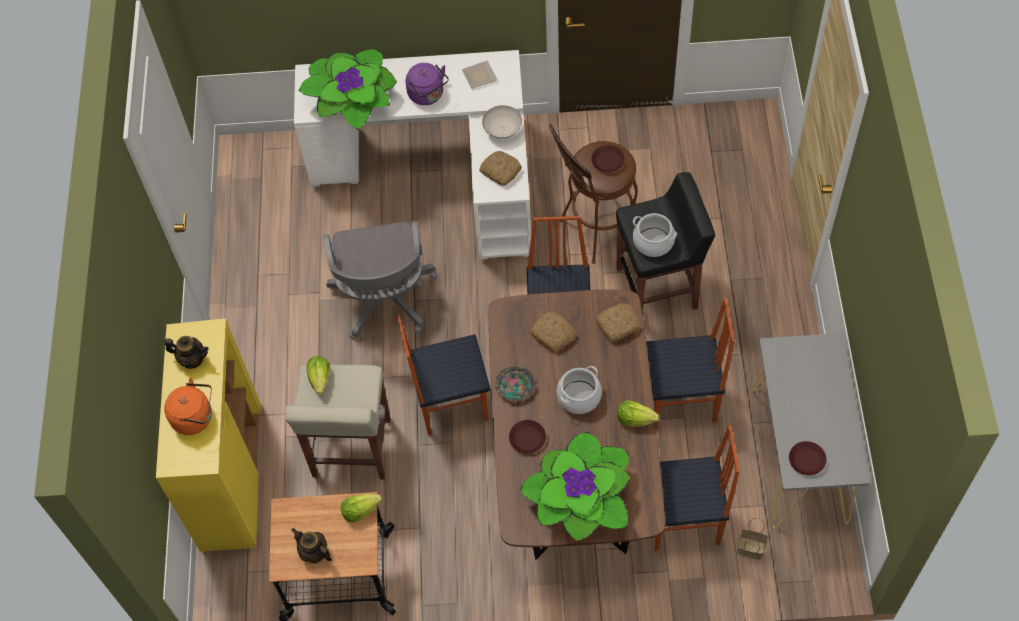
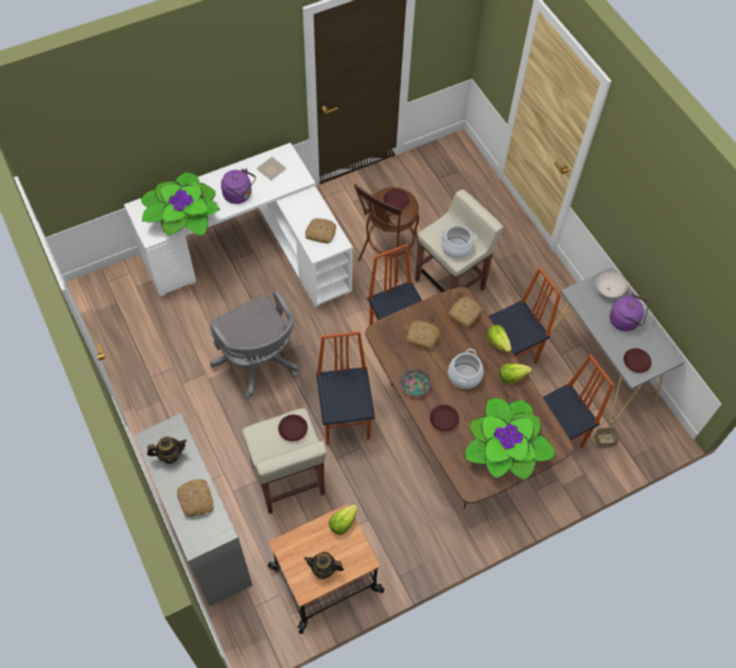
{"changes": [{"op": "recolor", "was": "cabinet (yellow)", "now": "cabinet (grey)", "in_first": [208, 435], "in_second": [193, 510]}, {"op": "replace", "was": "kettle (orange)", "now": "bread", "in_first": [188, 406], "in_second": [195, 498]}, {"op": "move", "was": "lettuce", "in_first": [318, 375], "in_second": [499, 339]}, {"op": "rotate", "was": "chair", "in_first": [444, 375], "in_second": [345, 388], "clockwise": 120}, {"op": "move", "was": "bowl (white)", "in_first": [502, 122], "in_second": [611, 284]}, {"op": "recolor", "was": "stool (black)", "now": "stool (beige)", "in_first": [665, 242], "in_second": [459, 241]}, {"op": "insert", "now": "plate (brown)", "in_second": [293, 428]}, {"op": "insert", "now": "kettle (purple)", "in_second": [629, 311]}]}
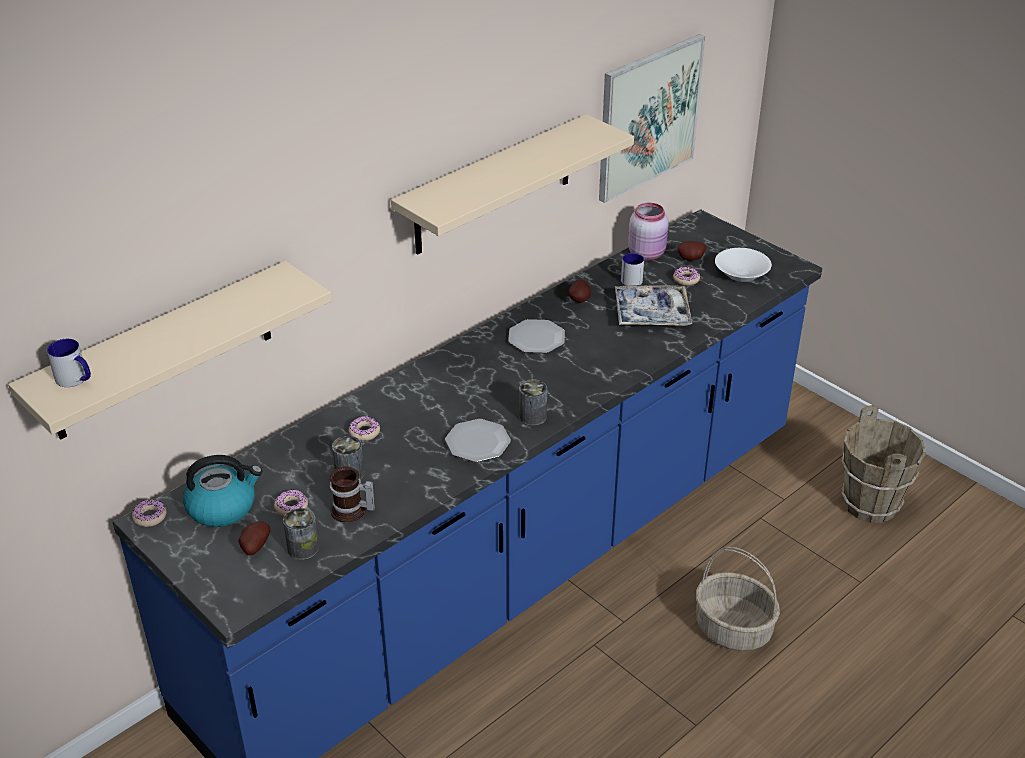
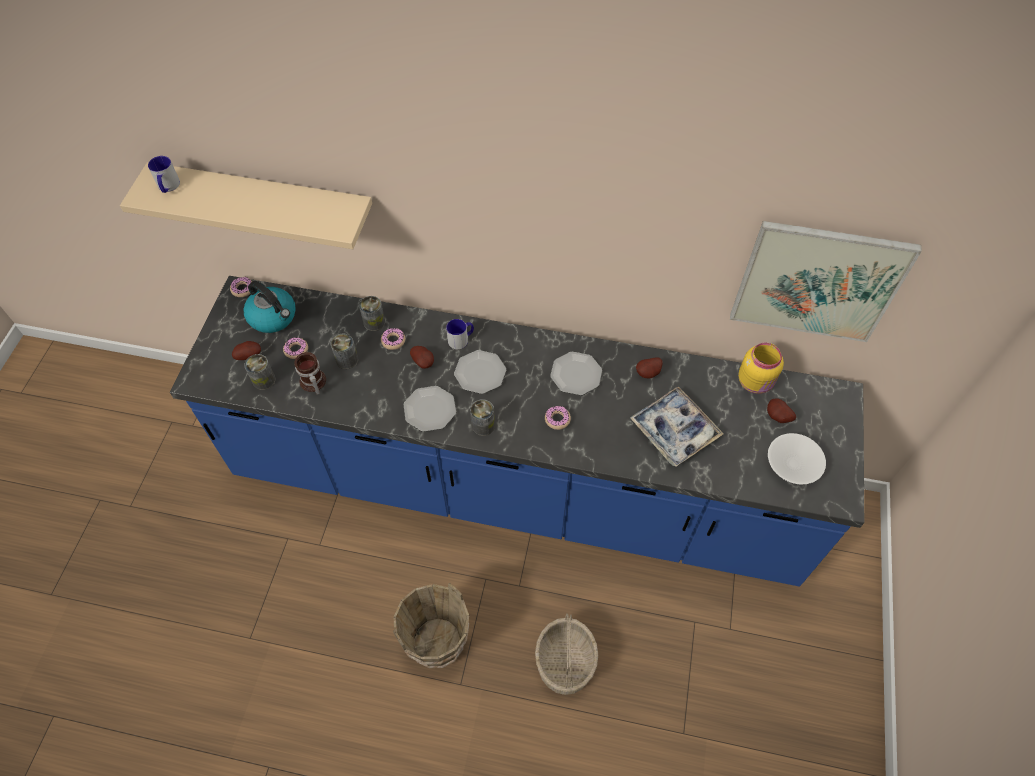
{"changes": [{"op": "delete", "was": "shelf (beige)", "in_first": [512, 184]}, {"op": "move", "was": "mug", "in_first": [632, 269], "in_second": [460, 334]}, {"op": "recolor", "was": "jar (pink)", "now": "jar (yellow)", "in_first": [648, 231], "in_second": [761, 368]}, {"op": "move", "was": "donut", "in_first": [686, 276], "in_second": [558, 418]}, {"op": "move", "was": "bucket (brown)", "in_first": [883, 464], "in_second": [431, 625]}, {"op": "insert", "now": "can", "in_second": [372, 313]}, {"op": "insert", "now": "potato", "in_second": [422, 357]}, {"op": "insert", "now": "plate", "in_second": [480, 372]}]}
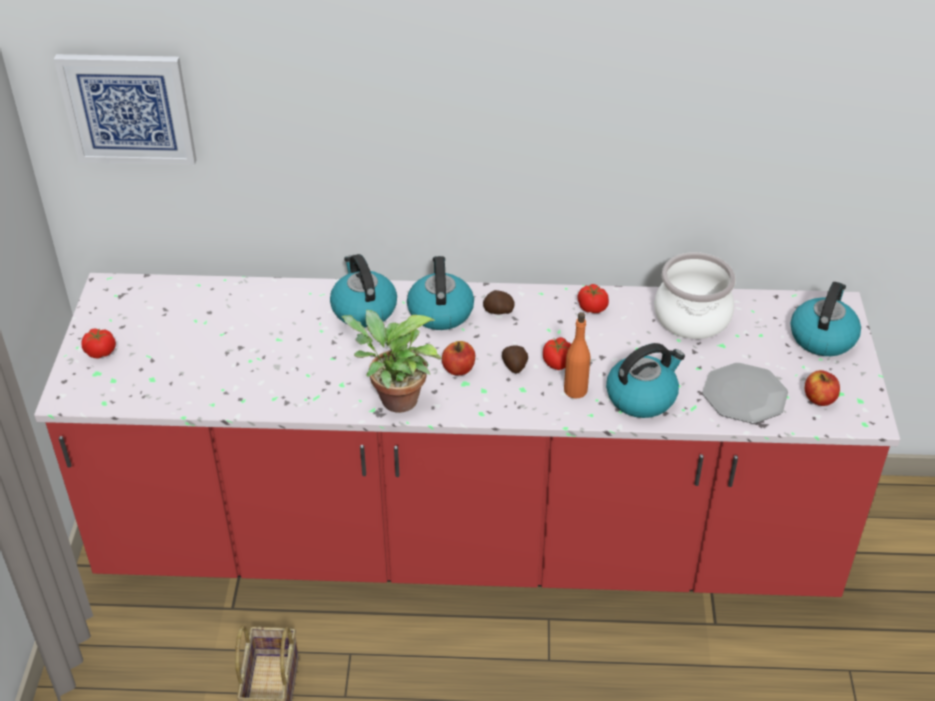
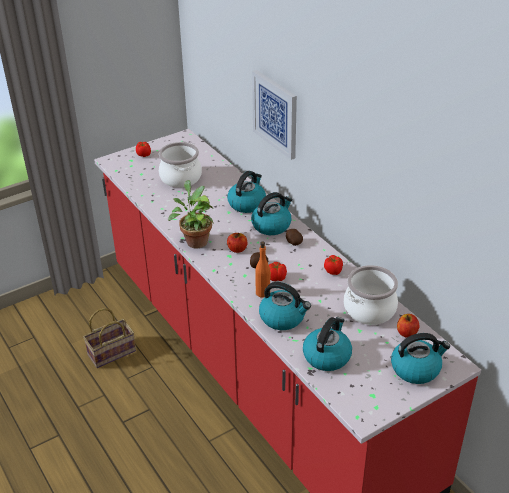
{"changes": [{"op": "move", "was": "picture", "in_first": [125, 109], "in_second": [274, 115]}, {"op": "replace", "was": "plate", "now": "kettle", "in_first": [745, 393], "in_second": [327, 344]}, {"op": "move", "was": "apple", "in_first": [822, 388], "in_second": [408, 326]}, {"op": "insert", "now": "cooking pot", "in_second": [180, 165]}]}
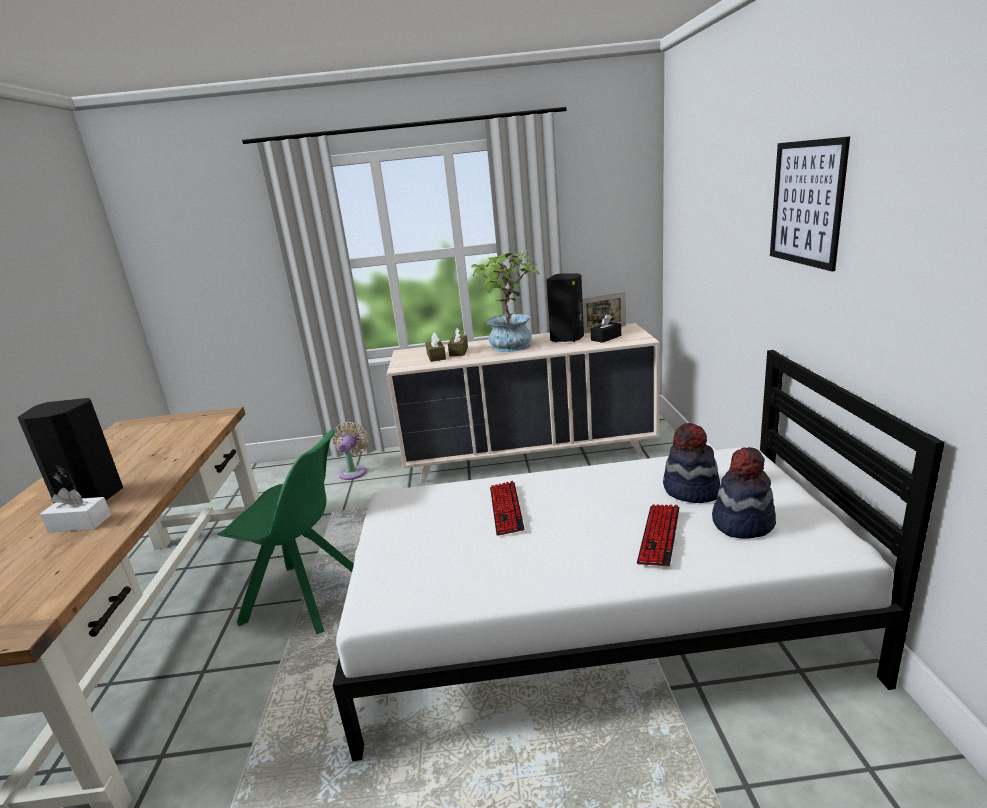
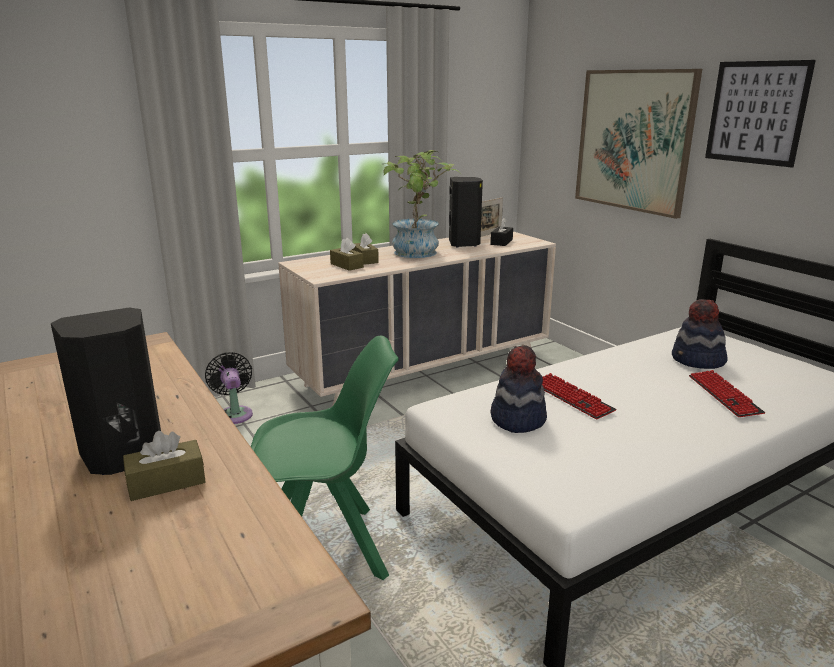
{"changes": [{"op": "recolor", "was": "tissue box (white)", "now": "tissue box (brown)", "in_first": [75, 510], "in_second": [164, 466]}, {"op": "recolor", "was": "fan (beige)", "now": "fan (black)", "in_first": [350, 451], "in_second": [229, 388]}, {"op": "move", "was": "hat", "in_first": [744, 493], "in_second": [518, 389]}, {"op": "insert", "now": "picture", "in_second": [638, 144]}]}
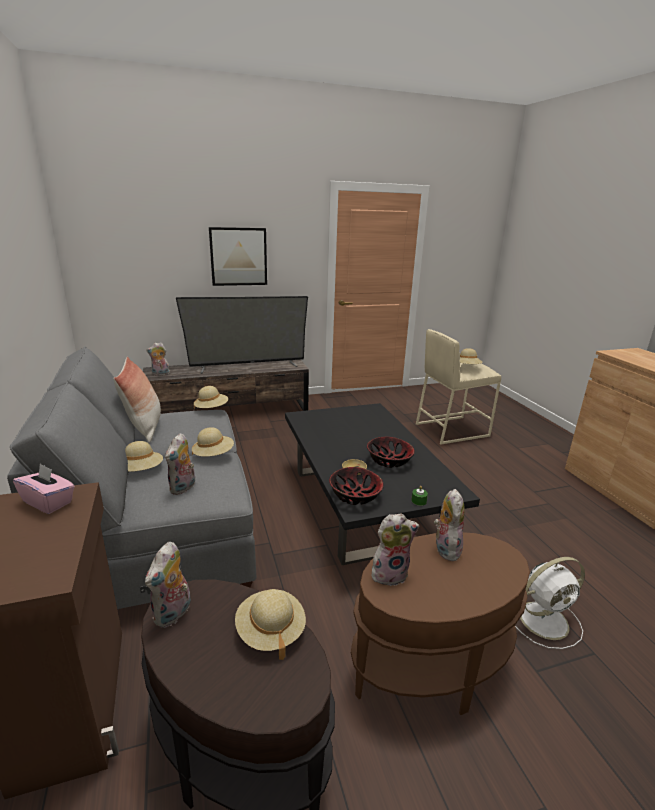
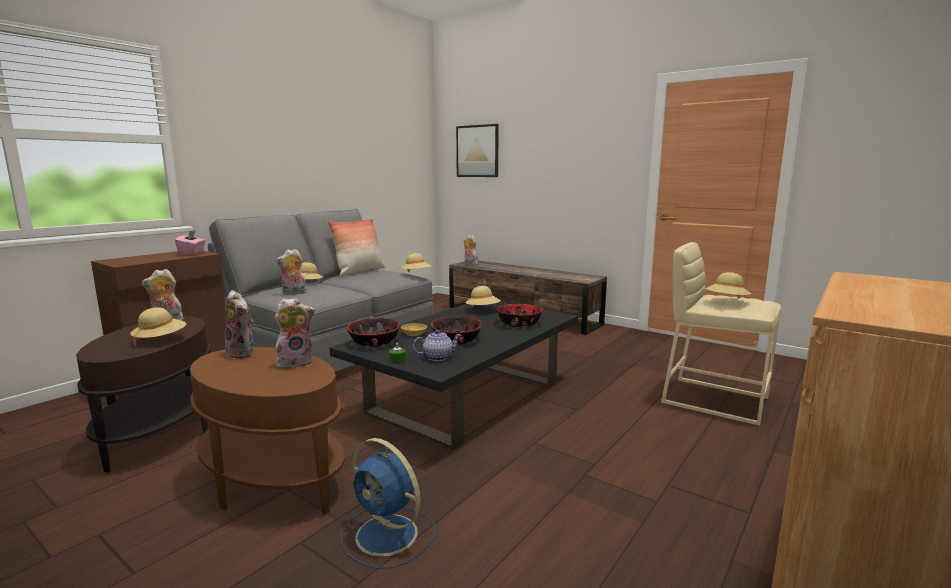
{"changes": [{"op": "delete", "was": "television", "in_first": [242, 335]}, {"op": "move", "was": "hat (beige)", "in_first": [213, 441], "in_second": [483, 296]}, {"op": "move", "was": "picture", "in_first": [238, 256], "in_second": [477, 150]}, {"op": "recolor", "was": "fan (white)", "now": "fan (blue)", "in_first": [550, 603], "in_second": [388, 503]}, {"op": "insert", "now": "teapot", "in_second": [437, 345]}, {"op": "insert", "now": "bowl", "in_second": [520, 315]}]}
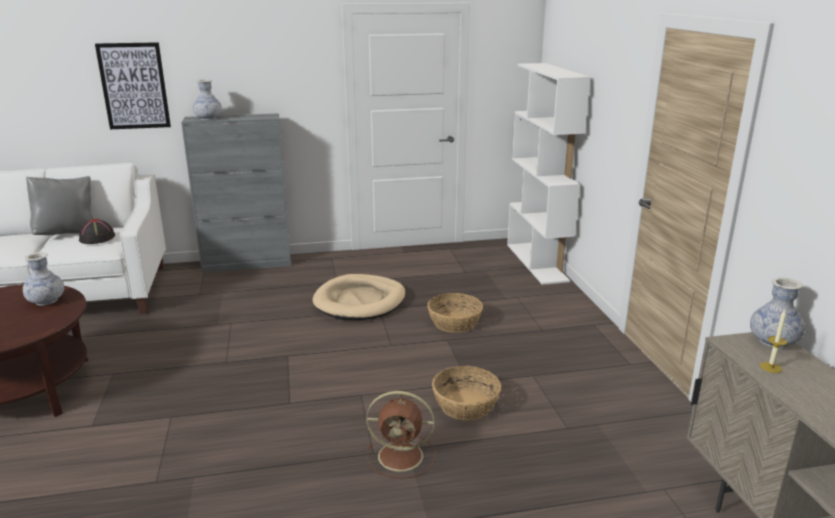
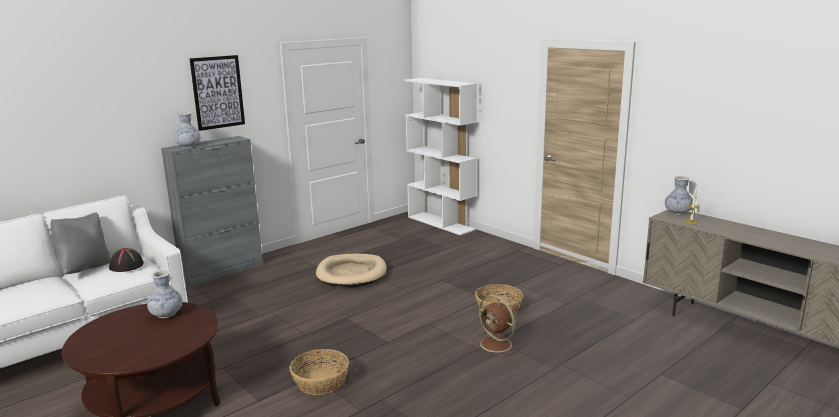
{"changes": [{"op": "move", "was": "picture", "in_first": [133, 85], "in_second": [217, 93]}, {"op": "rotate", "was": "fan (brown)", "in_first": [400, 435], "in_second": [497, 326], "clockwise": 75}, {"op": "move", "was": "basket", "in_first": [455, 313], "in_second": [319, 372]}]}
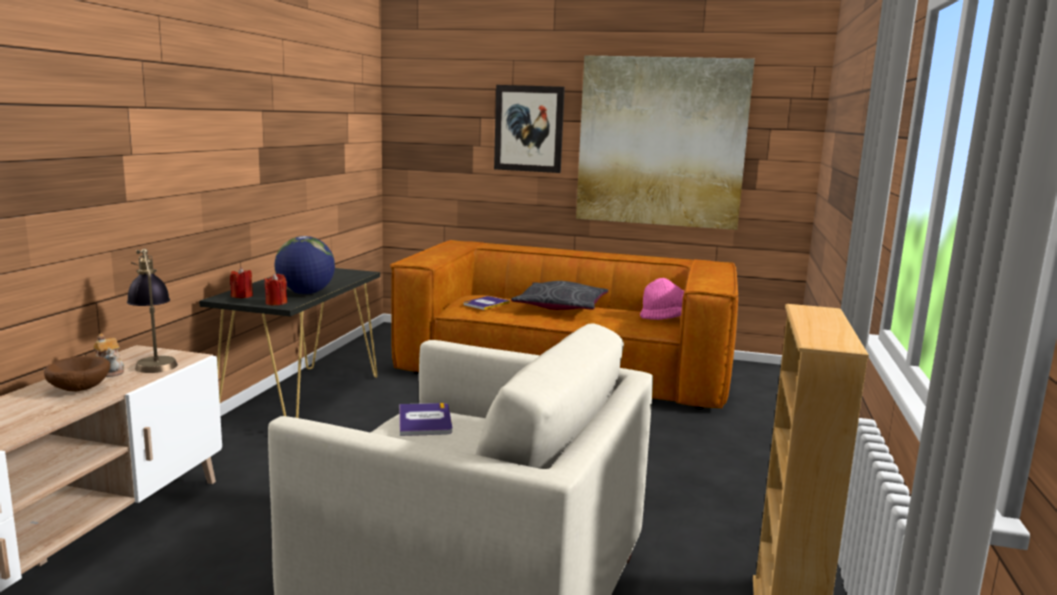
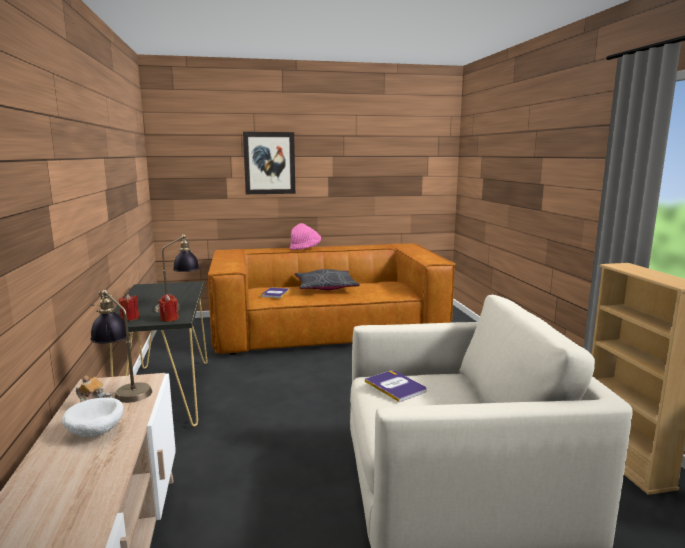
{"changes": [{"op": "recolor", "was": "bowl (brown)", "now": "bowl (white)", "in_first": [77, 374], "in_second": [92, 417]}, {"op": "replace", "was": "globe", "now": "table lamp", "in_first": [304, 265], "in_second": [177, 273]}, {"op": "delete", "was": "picture", "in_first": [665, 142]}, {"op": "move", "was": "hat (pink)", "in_first": [662, 299], "in_second": [305, 236]}]}
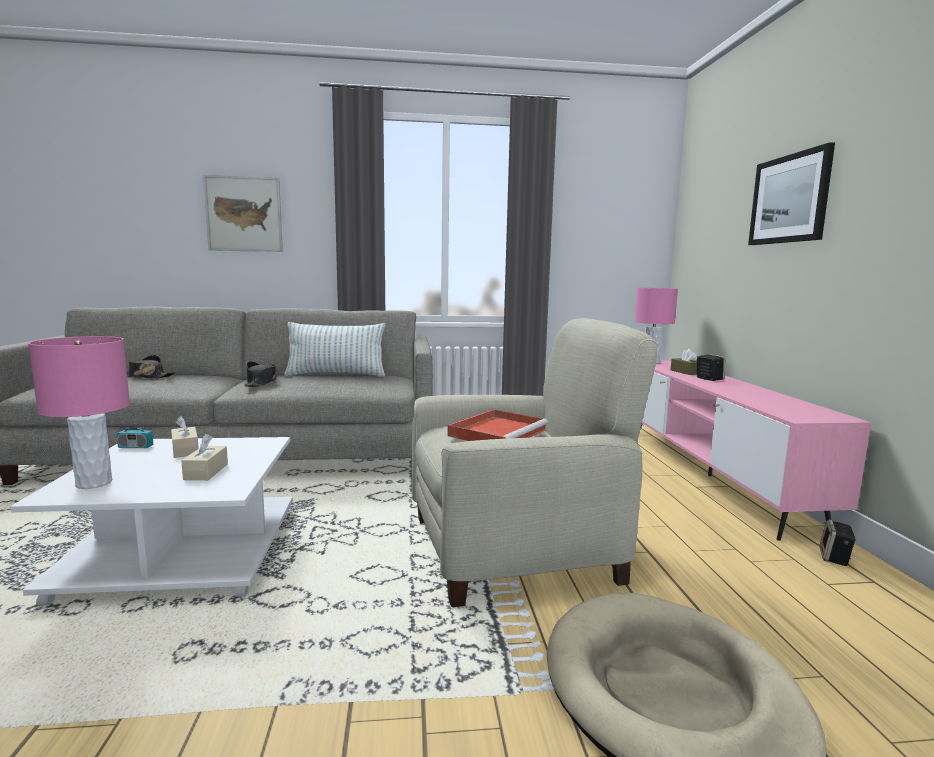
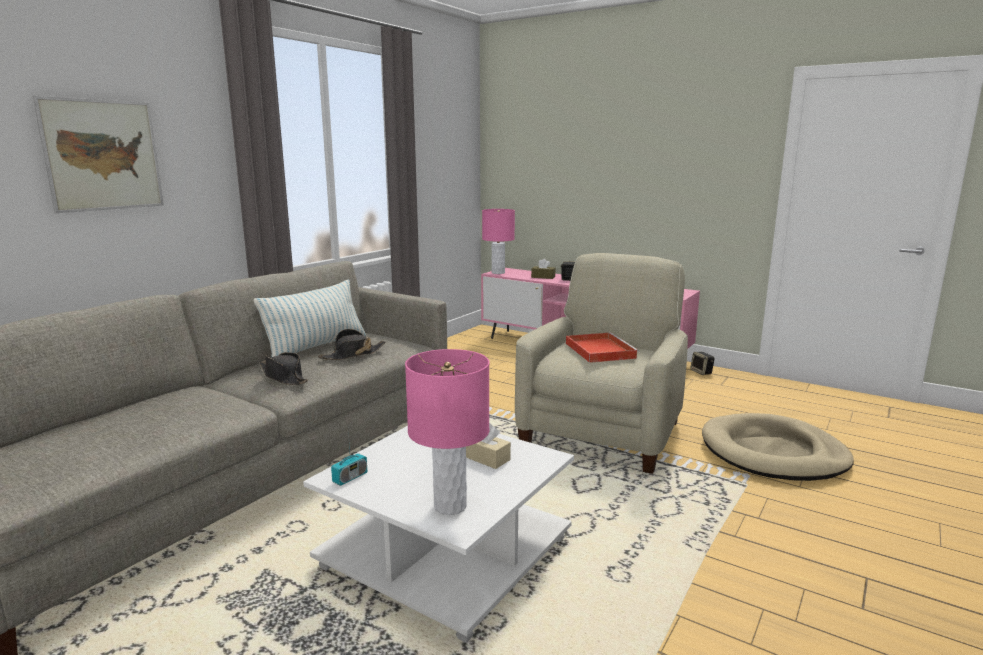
{"changes": [{"op": "move", "was": "hat (black)", "in_first": [151, 367], "in_second": [352, 344]}, {"op": "delete", "was": "tissue box (beige)", "in_first": [185, 437]}, {"op": "delete", "was": "picture", "in_first": [791, 193]}]}
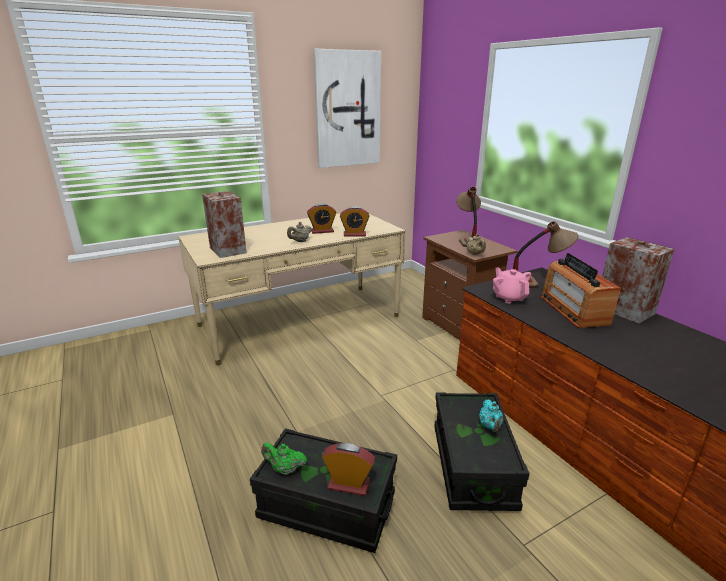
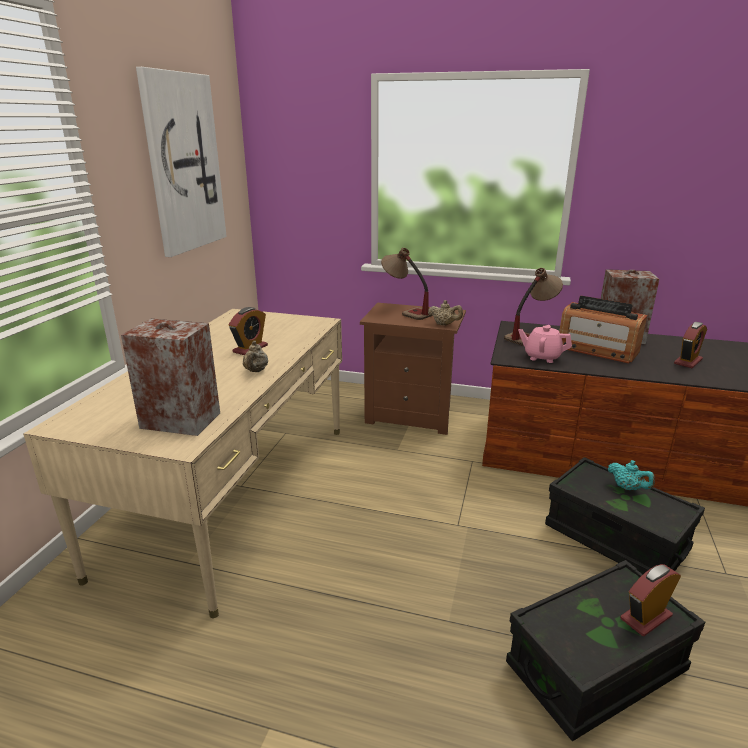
{"changes": [{"op": "delete", "was": "teapot (green)", "in_first": [284, 459]}, {"op": "move", "was": "alarm clock", "in_first": [354, 221], "in_second": [690, 345]}]}
